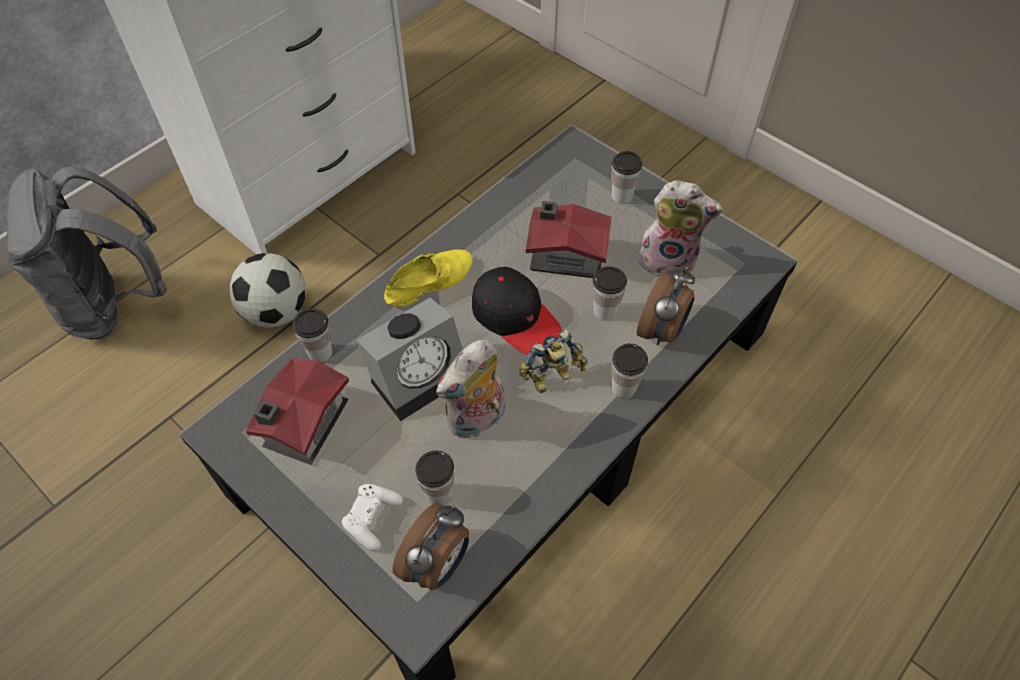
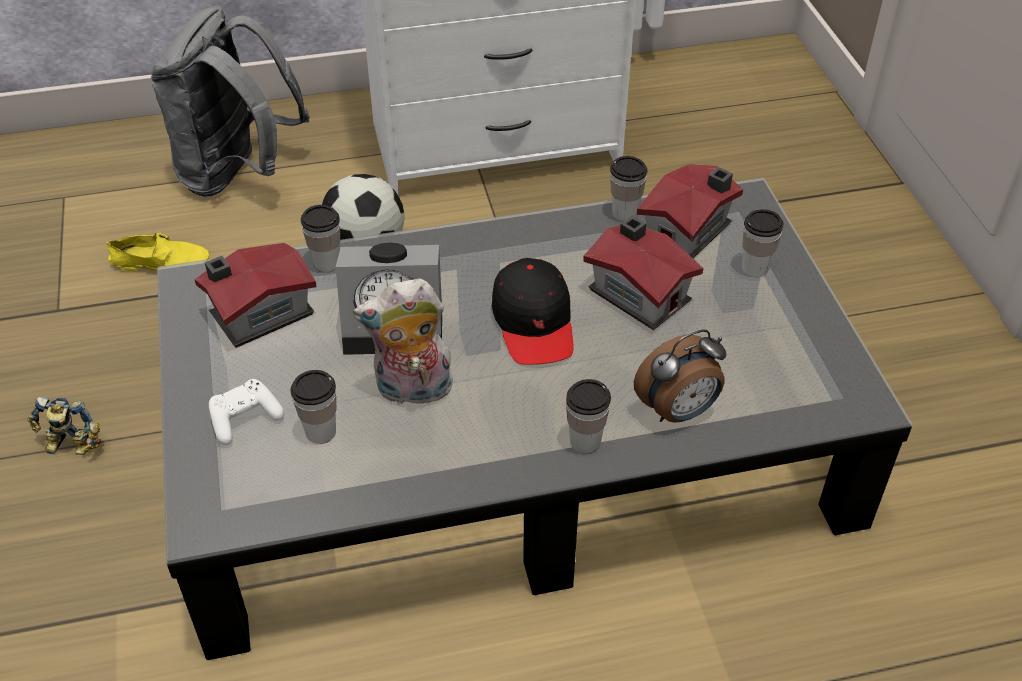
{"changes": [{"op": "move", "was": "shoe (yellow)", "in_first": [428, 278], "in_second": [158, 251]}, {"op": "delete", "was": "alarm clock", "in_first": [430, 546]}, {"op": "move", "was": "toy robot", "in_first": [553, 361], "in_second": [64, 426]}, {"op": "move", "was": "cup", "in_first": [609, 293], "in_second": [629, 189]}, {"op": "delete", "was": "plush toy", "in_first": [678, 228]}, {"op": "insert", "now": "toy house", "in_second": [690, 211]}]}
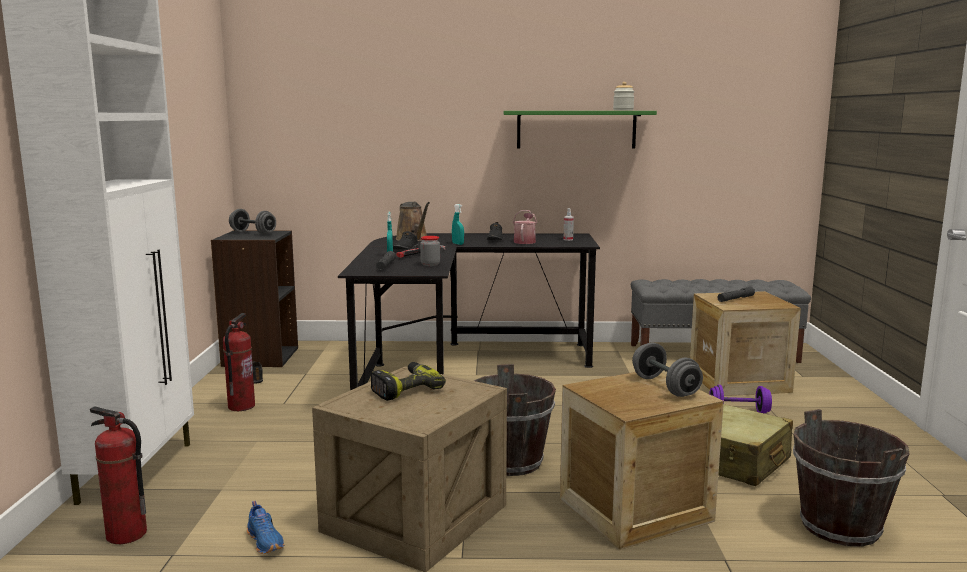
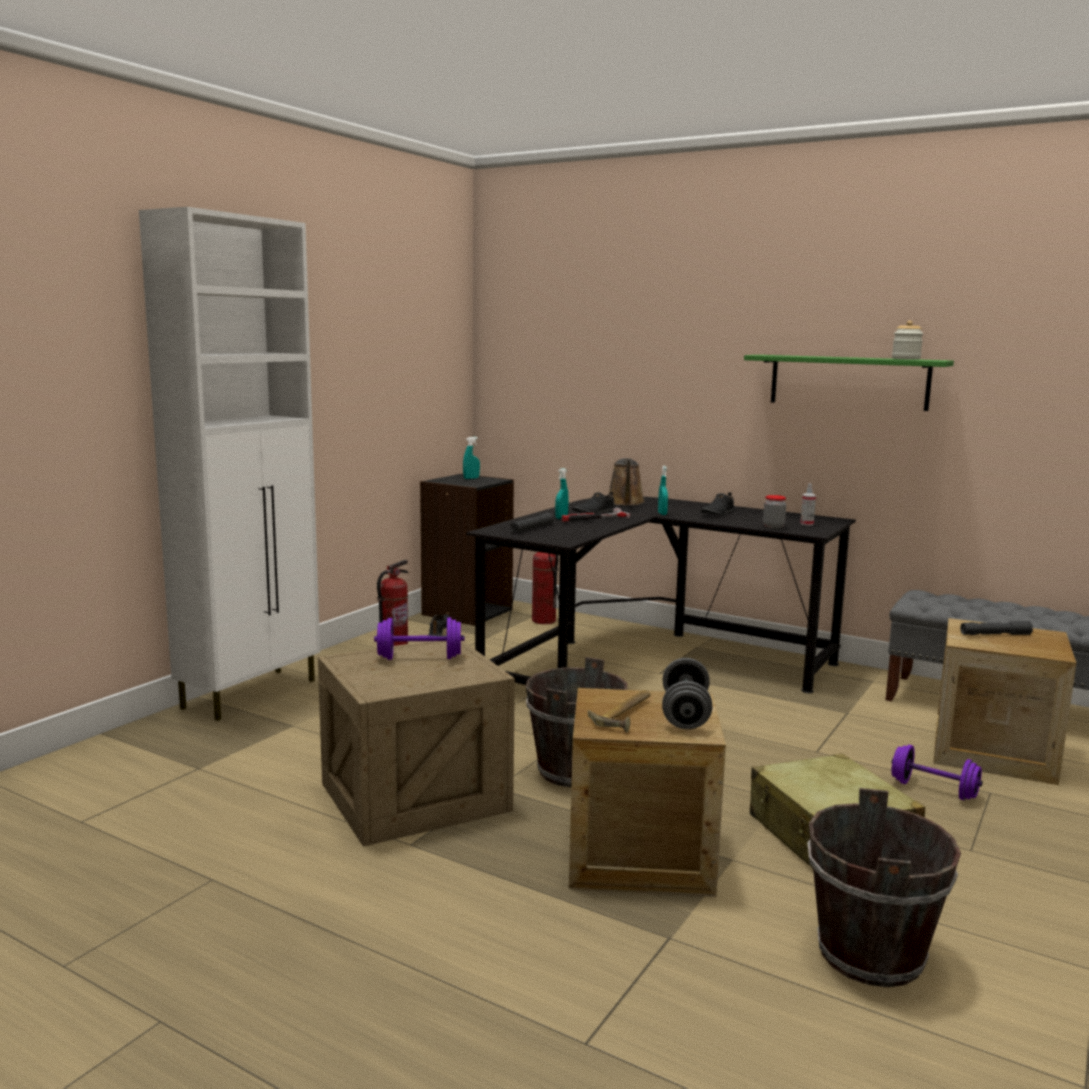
{"changes": [{"op": "move", "was": "fire extinguisher", "in_first": [118, 475], "in_second": [545, 588]}, {"op": "replace", "was": "dumbbell (grey)", "now": "spray bottle (turquoise)", "in_first": [252, 222], "in_second": [471, 458]}, {"op": "delete", "was": "shoe (blue)", "in_first": [265, 527]}, {"op": "replace", "was": "power drill", "now": "dumbbell (purple)", "in_first": [408, 381], "in_second": [419, 638]}, {"op": "move", "was": "jar", "in_first": [430, 251], "in_second": [774, 512]}, {"op": "delete", "was": "watering can", "in_first": [525, 227]}, {"op": "insert", "now": "hammer", "in_second": [619, 711]}]}
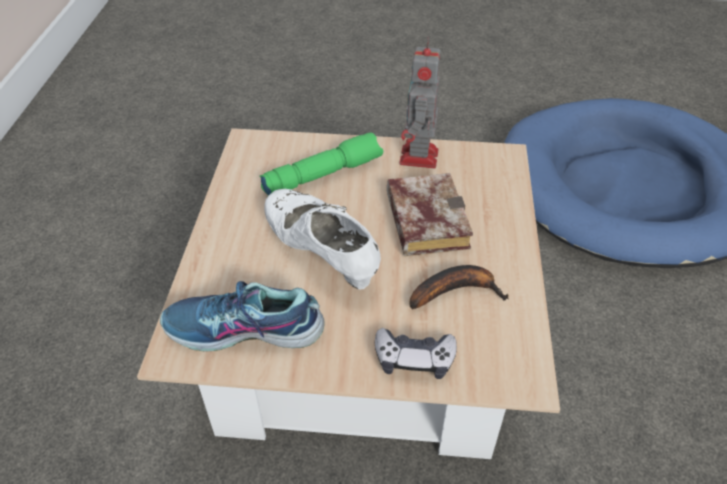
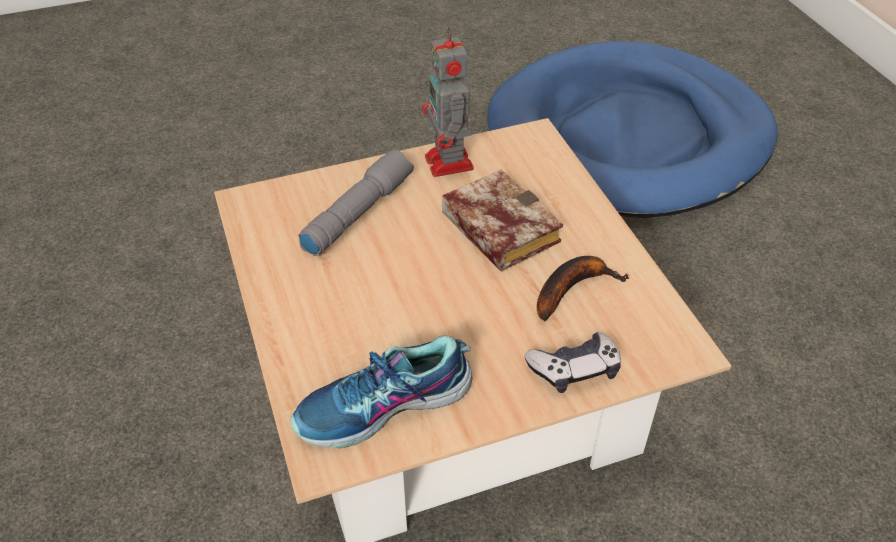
{"changes": [{"op": "recolor", "was": "flashlight (green)", "now": "flashlight (grey)", "in_first": [321, 164], "in_second": [356, 203]}, {"op": "delete", "was": "shoe (white)", "in_first": [322, 239]}]}
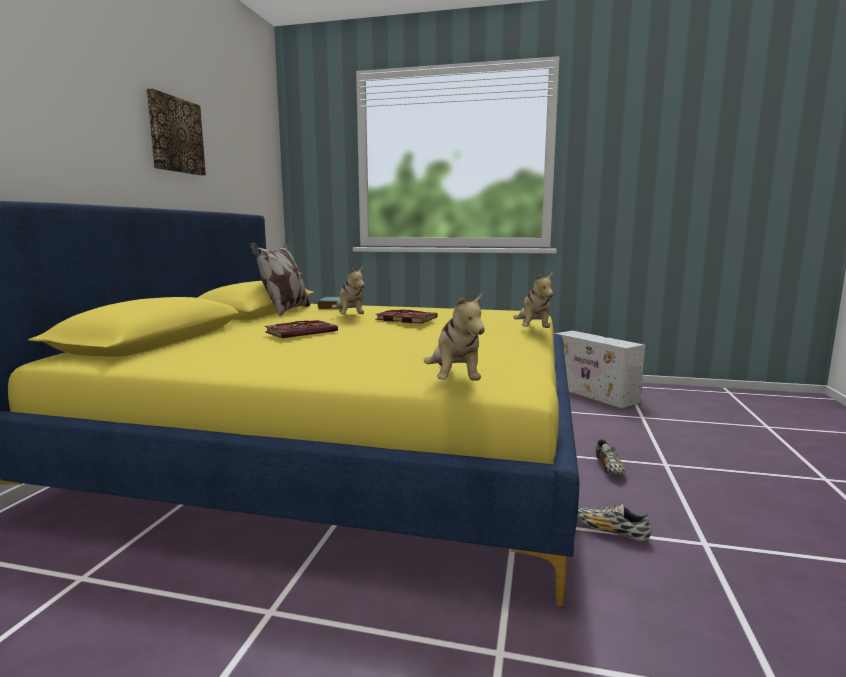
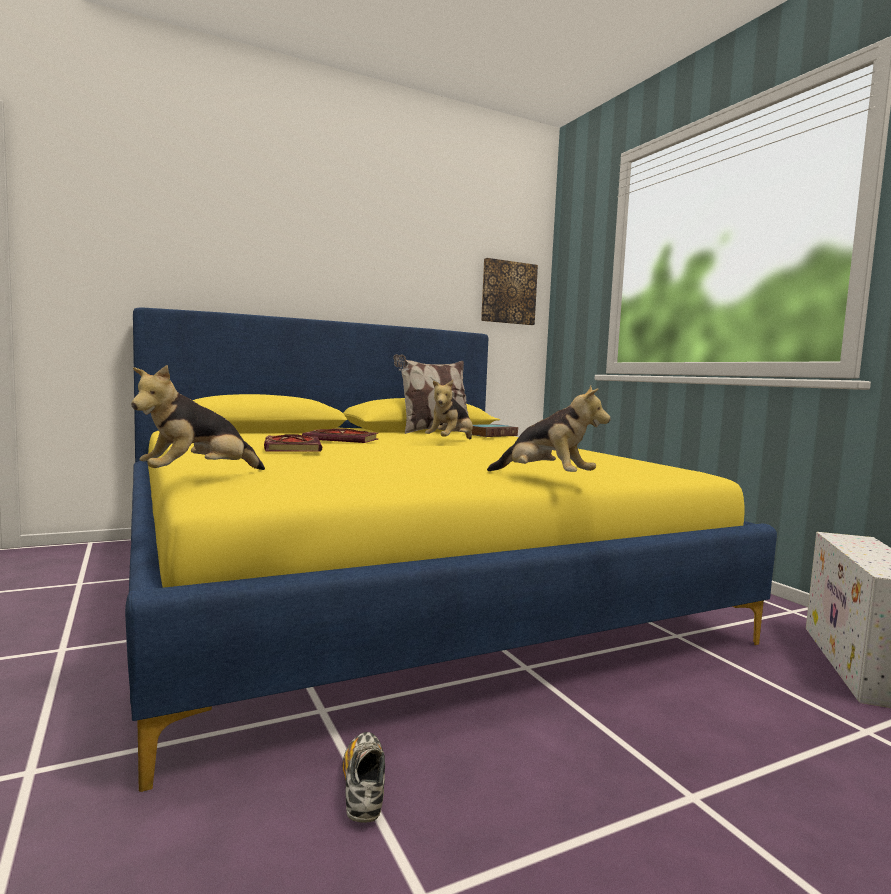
{"changes": [{"op": "move", "was": "picture", "in_first": [176, 131], "in_second": [509, 291]}, {"op": "move", "was": "book", "in_first": [406, 316], "in_second": [293, 443]}, {"op": "rotate", "was": "plush toy", "in_first": [533, 300], "in_second": [548, 428], "clockwise": -105}, {"op": "delete", "was": "shoe", "in_first": [611, 457]}]}
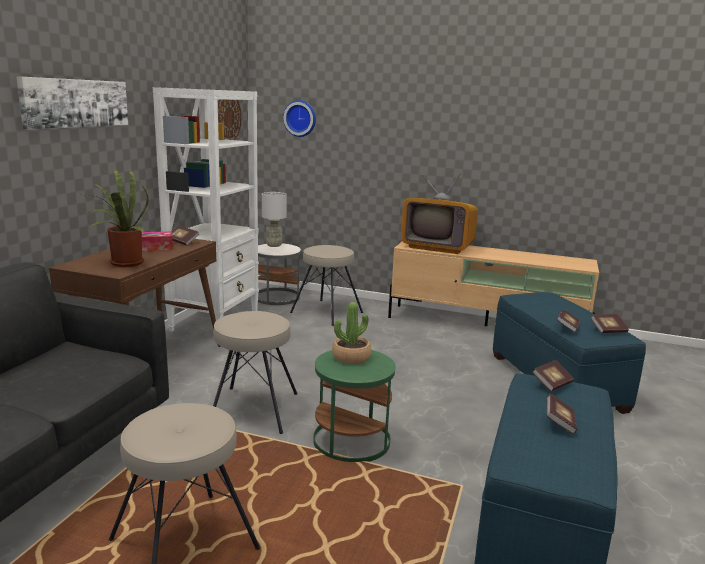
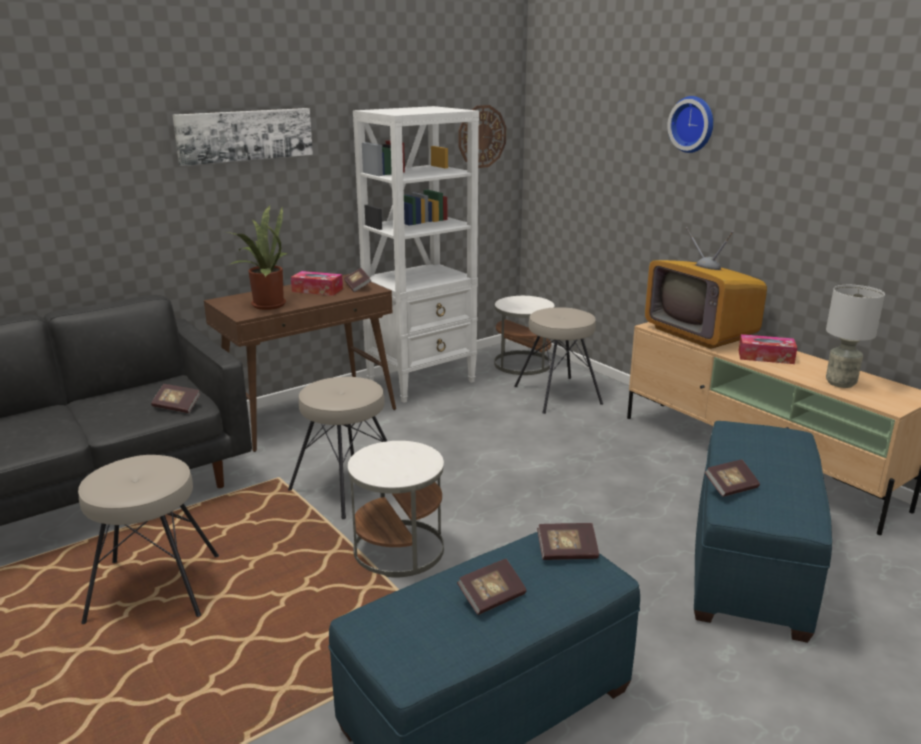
{"changes": [{"op": "move", "was": "table lamp (grey)", "in_first": [274, 219], "in_second": [855, 336]}, {"op": "move", "was": "wall clock", "in_first": [299, 118], "in_second": [690, 124]}, {"op": "recolor", "was": "side table (green)", "now": "side table (white)", "in_first": [354, 406], "in_second": [396, 509]}, {"op": "delete", "was": "potted plant", "in_first": [351, 333]}, {"op": "move", "was": "book", "in_first": [610, 323], "in_second": [175, 398]}, {"op": "insert", "now": "tissue box", "in_second": [768, 349]}]}
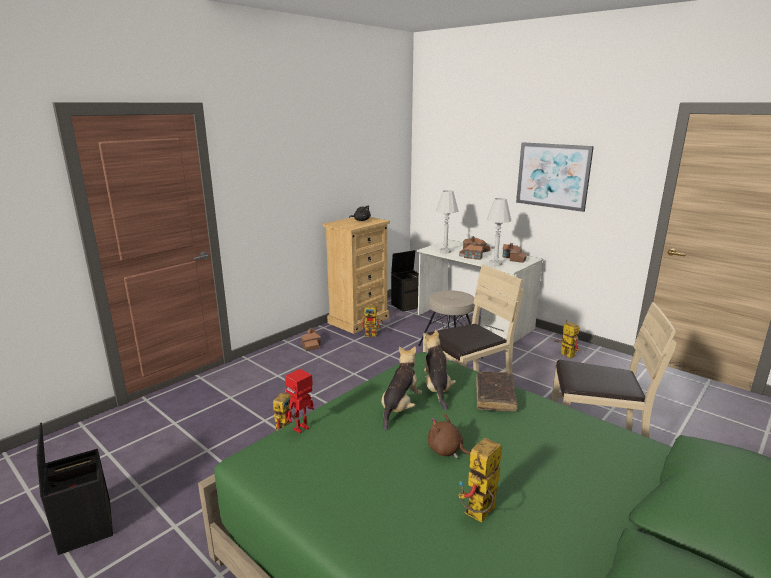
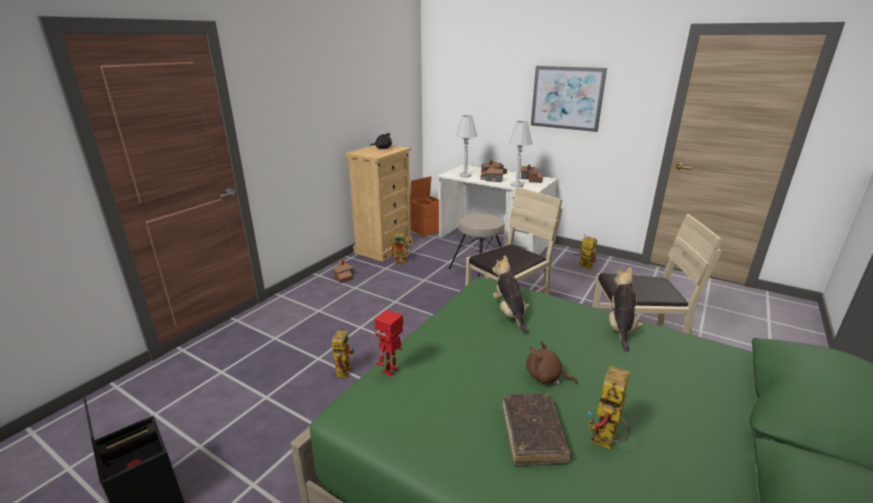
{"changes": [{"op": "move", "was": "plush toy", "in_first": [401, 388], "in_second": [626, 309]}, {"op": "recolor", "was": "storage box (black)", "now": "storage box (orange)", "in_first": [405, 281], "in_second": [424, 206]}, {"op": "move", "was": "book (brown)", "in_first": [497, 391], "in_second": [536, 429]}]}
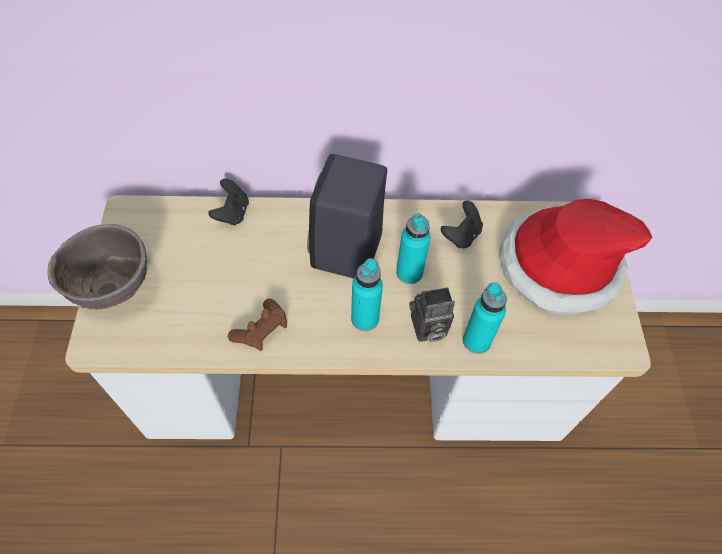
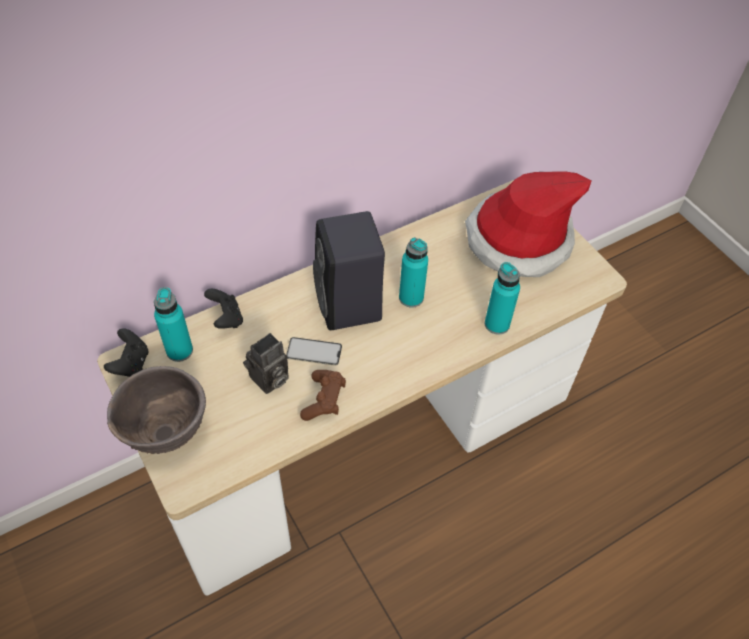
{"changes": [{"op": "move", "was": "bottle (turquoise)", "in_first": [367, 294], "in_second": [173, 324]}, {"op": "move", "was": "photo camera", "in_first": [432, 314], "in_second": [266, 363]}, {"op": "move", "was": "game controller (black)", "in_first": [462, 224], "in_second": [126, 352]}, {"op": "insert", "now": "phone", "in_second": [314, 351]}]}
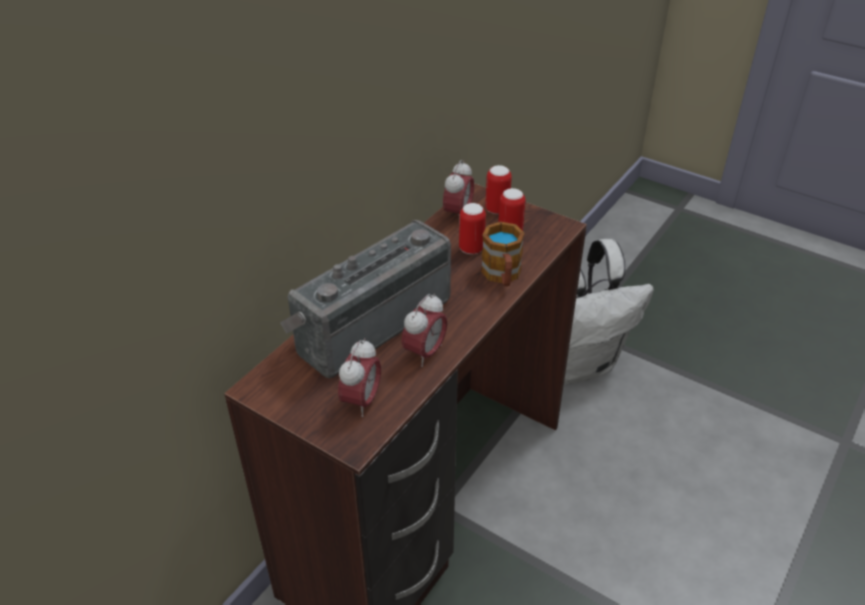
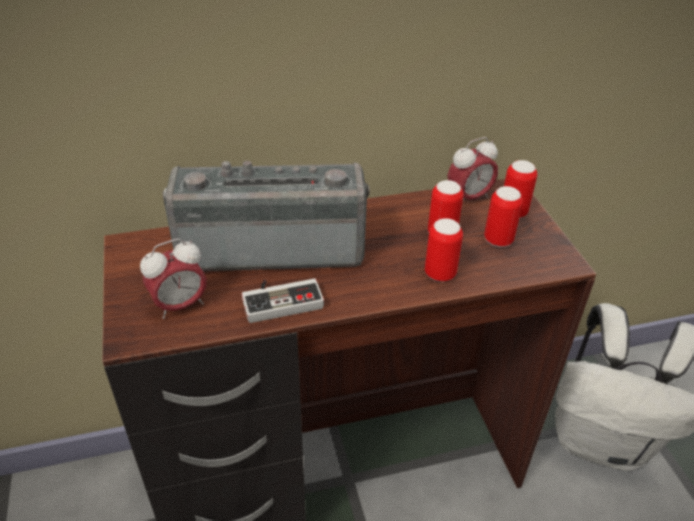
{"changes": [{"op": "replace", "was": "alarm clock", "now": "game controller", "in_first": [424, 330], "in_second": [283, 301]}, {"op": "replace", "was": "mug", "now": "can", "in_first": [502, 253], "in_second": [444, 250]}]}
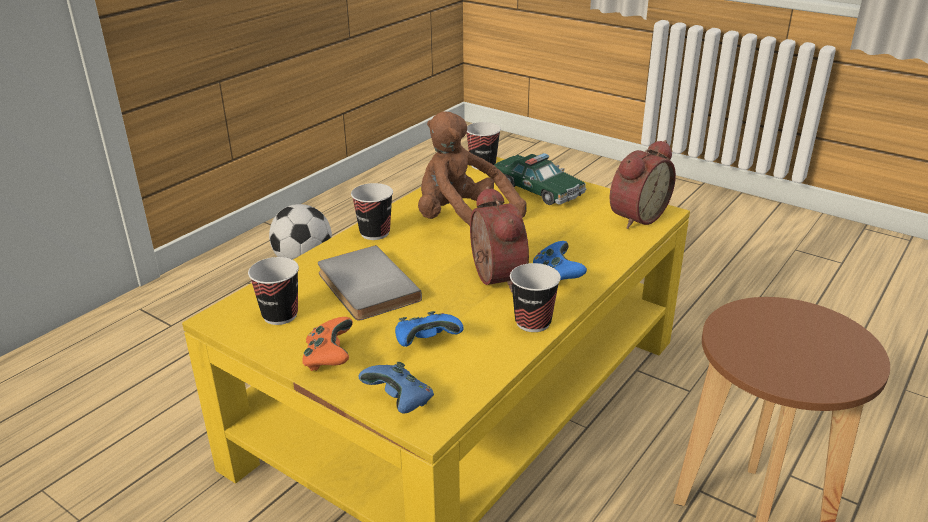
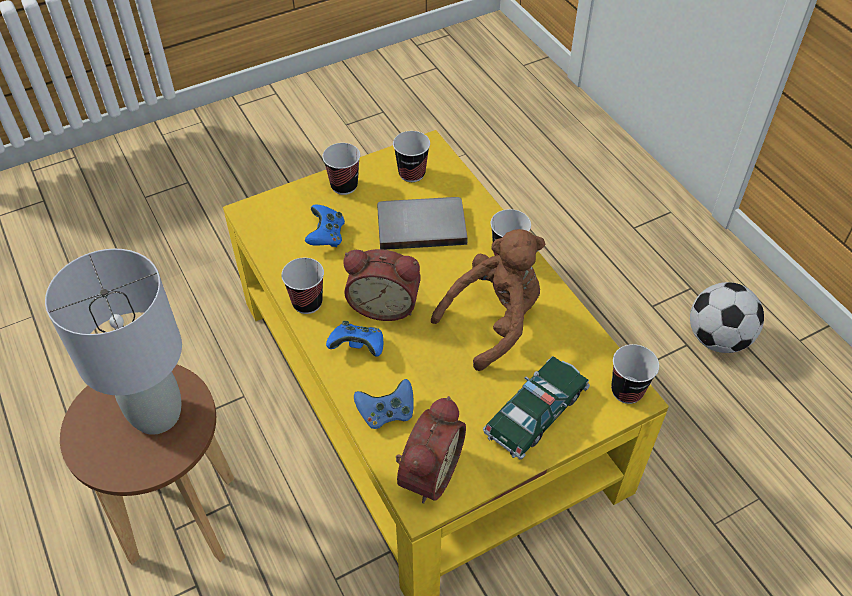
{"changes": [{"op": "replace", "was": "game controller (orange)", "now": "cup", "in_first": [327, 344], "in_second": [341, 169]}, {"op": "move", "was": "game controller (blue)", "in_first": [396, 387], "in_second": [384, 404]}, {"op": "rotate", "was": "toy car", "in_first": [540, 179], "in_second": [536, 408], "clockwise": 150}, {"op": "rotate", "was": "alarm clock", "in_first": [643, 184], "in_second": [431, 450], "clockwise": -135}, {"op": "insert", "now": "table lamp (grey)", "in_second": [113, 342]}]}
